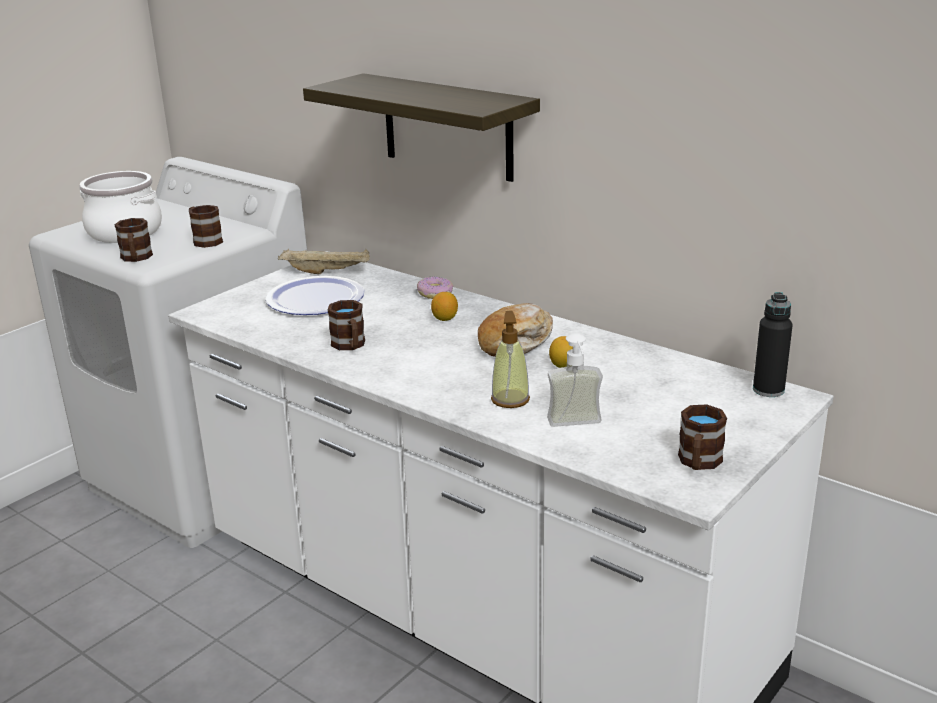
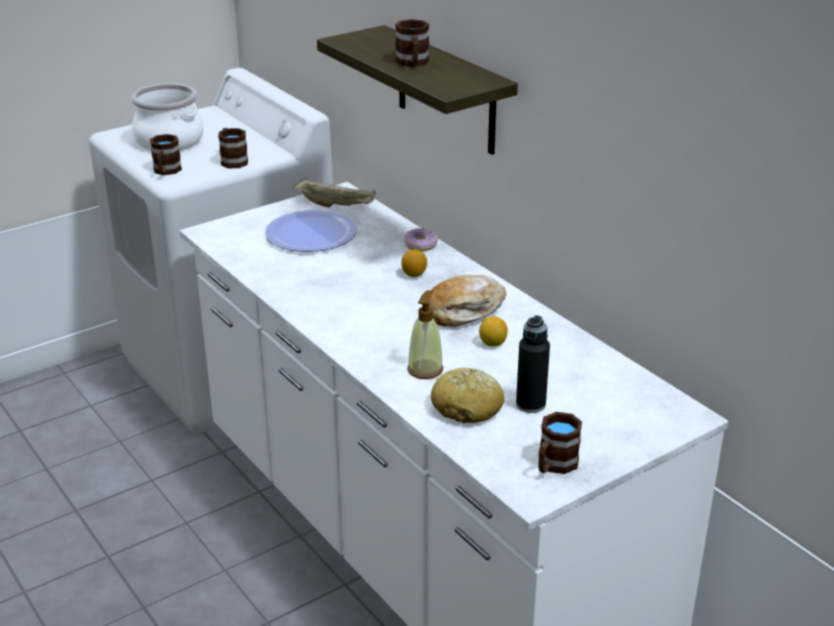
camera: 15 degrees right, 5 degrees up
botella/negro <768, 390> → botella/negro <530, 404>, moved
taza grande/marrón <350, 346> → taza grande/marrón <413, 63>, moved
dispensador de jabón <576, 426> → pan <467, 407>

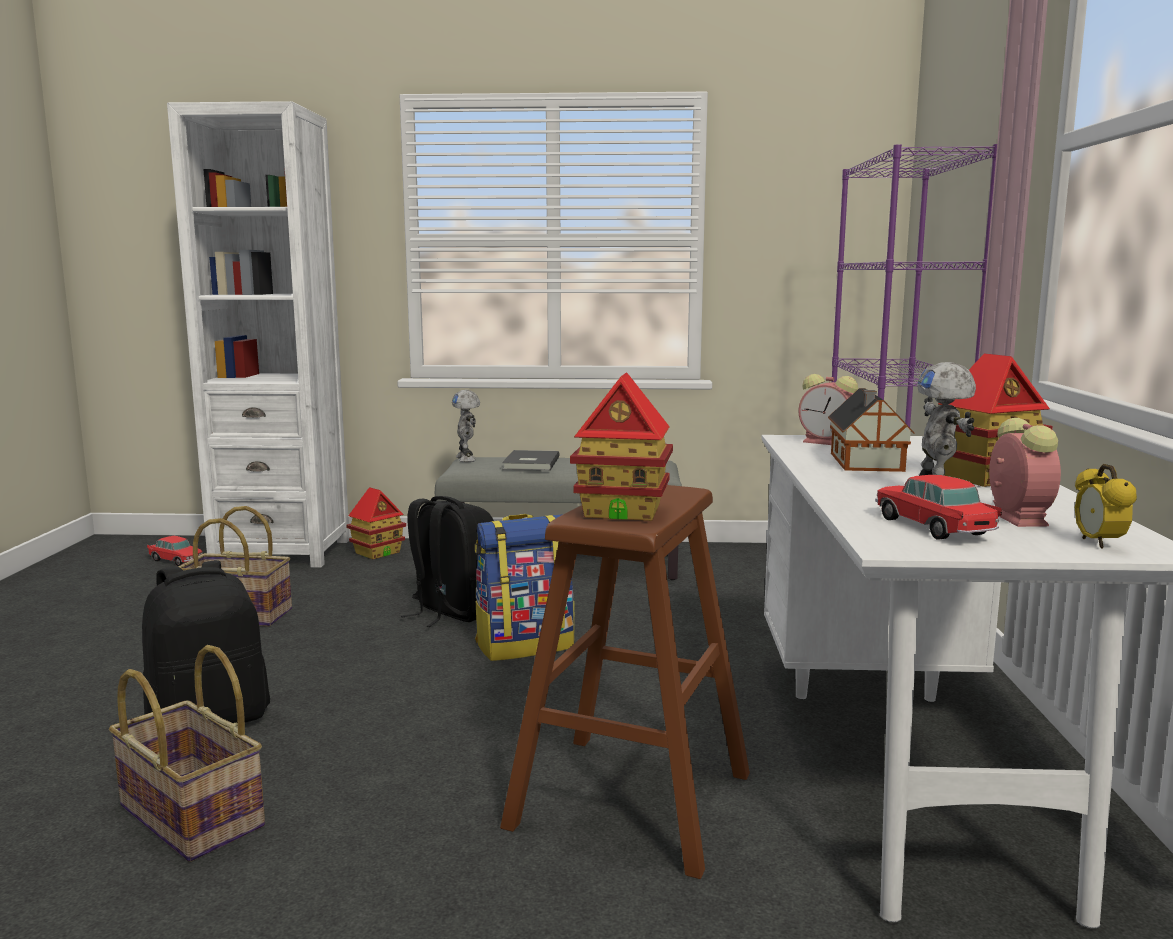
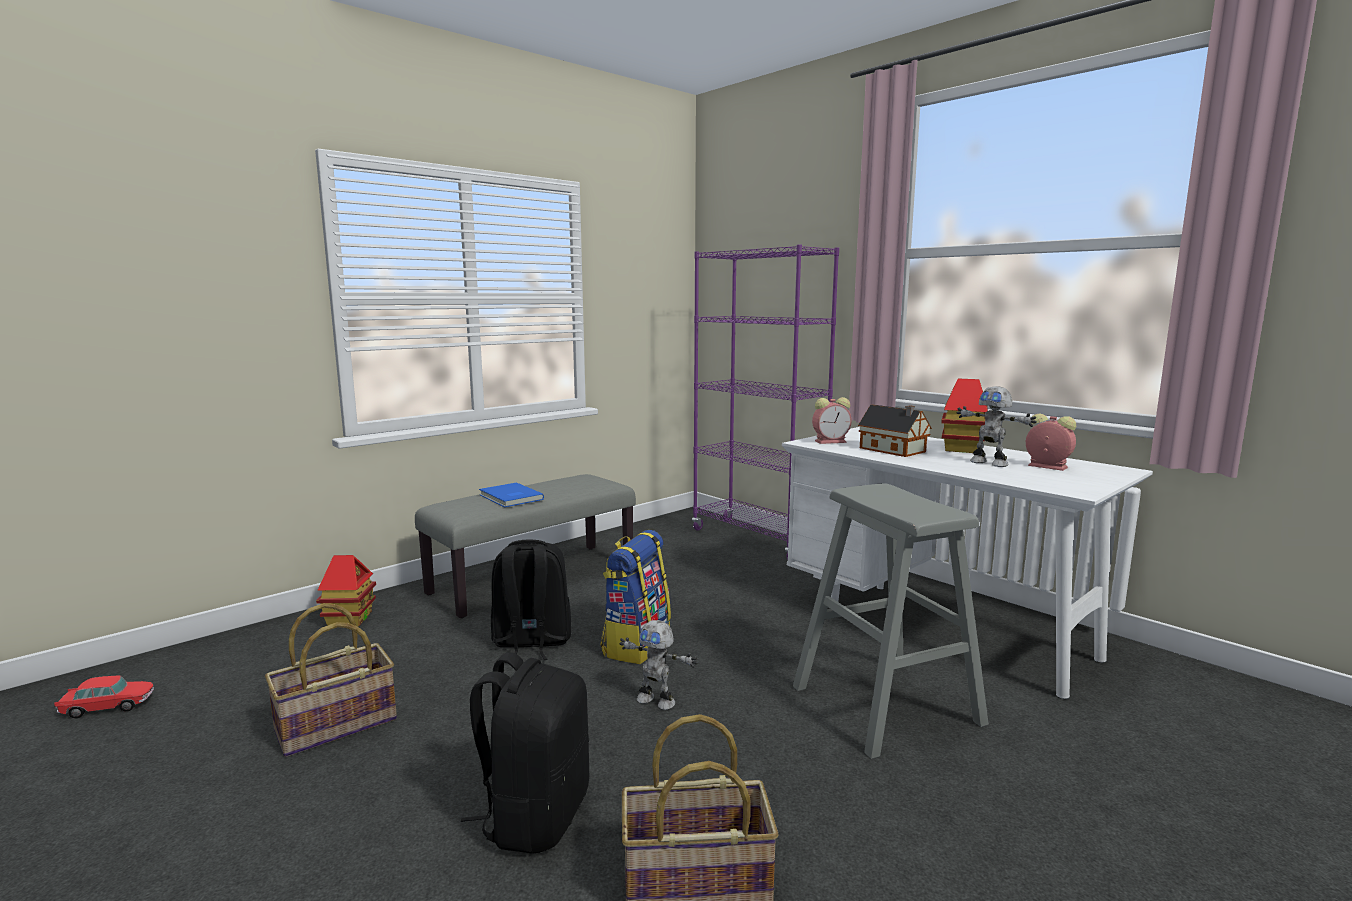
camera: 45 degrees left, 0 degrees up
estantería/blanco <282, 552> → -
casita <623, 511> → -
robot de juguete <467, 459> → robot de juguete <656, 701>, moved
libro/gris <529, 463> → libro/azul <510, 497>
despertador <1098, 543> → -
coche de juguete <932, 527> → -
taburete/marrón <631, 799> → taburete/gris <885, 704>

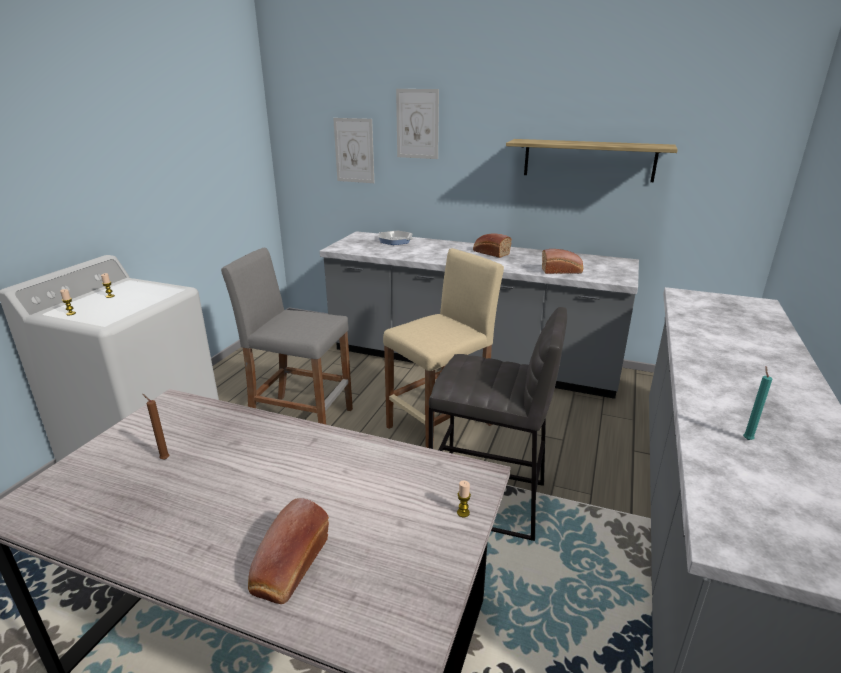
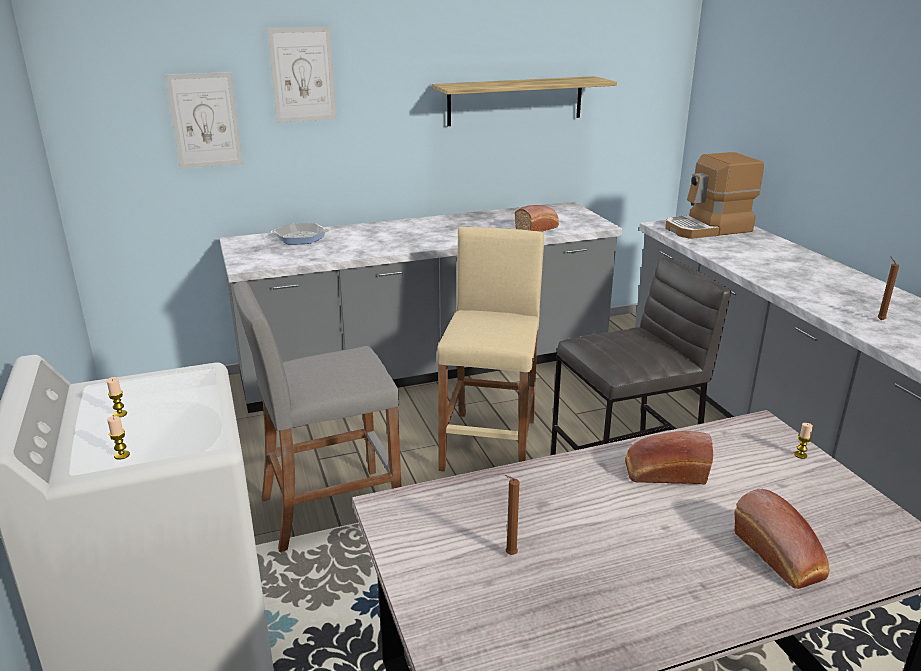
camera: 40 degrees left, 0 degrees up
pan <490, 253> → pan <664, 473>, moved
vela/turquesa <747, 439> → vela/marrón <879, 319>
- → cafetera <708, 229>

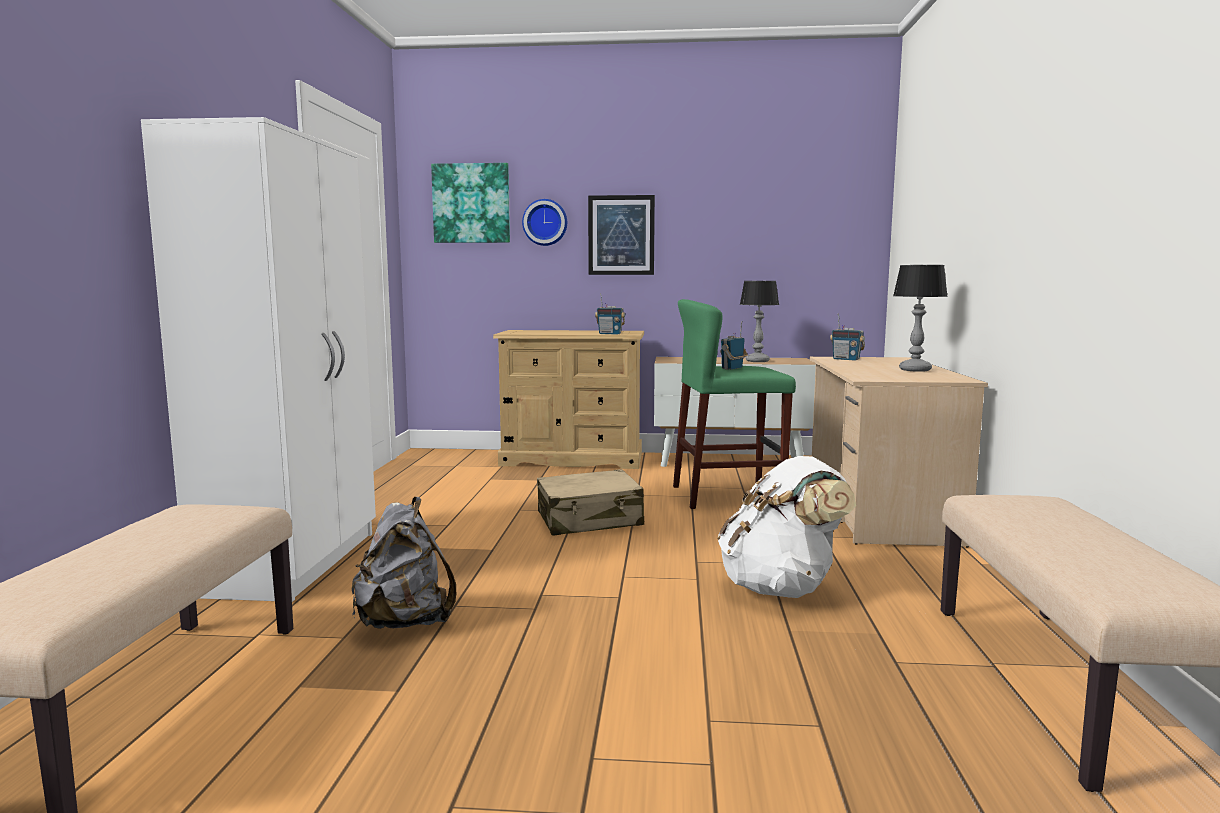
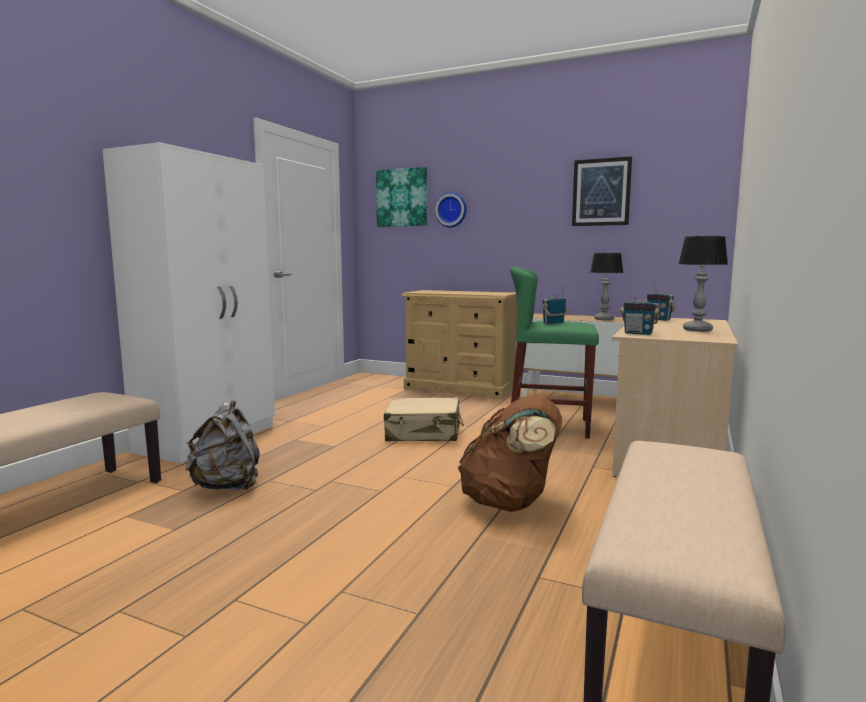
camera: 20 degrees right, 0 degrees up
cuadro <621, 235> → cuadro <601, 192>, moved
radio <610, 334> → radio <638, 333>, moved
mochila/blanco <781, 588> → mochila/marrón <510, 503>

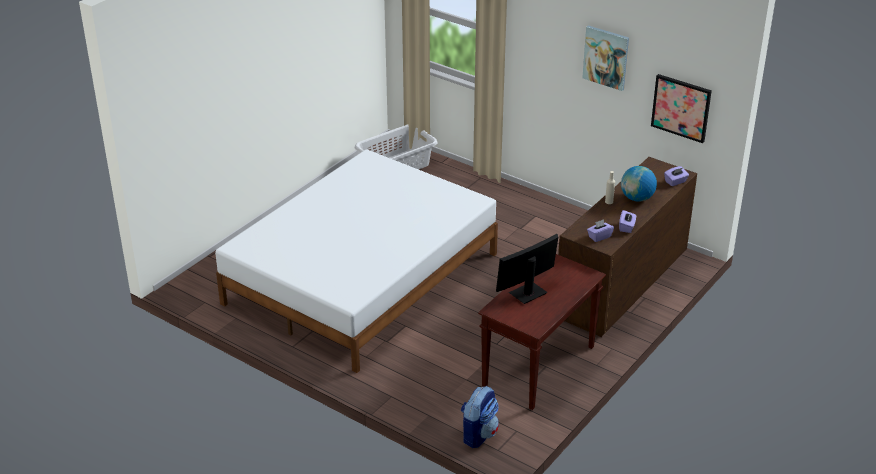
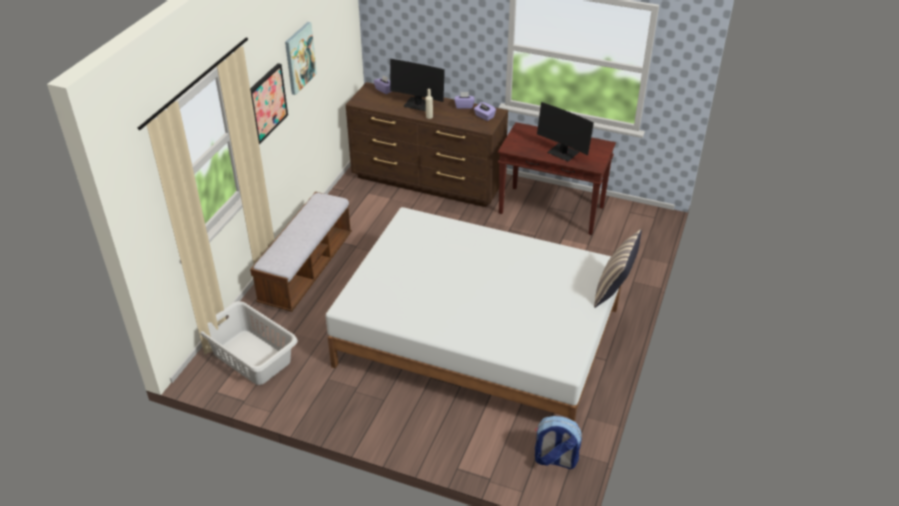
camera: 105 degrees left, 5 degrees up
cuadro <681, 107> → cuadro <266, 103>, moved
globo terráqueo <637, 198> → monitor <418, 104>
mochila <478, 434> → mochila <555, 459>, moved
- → banco <307, 269>
- → cojín <613, 291>

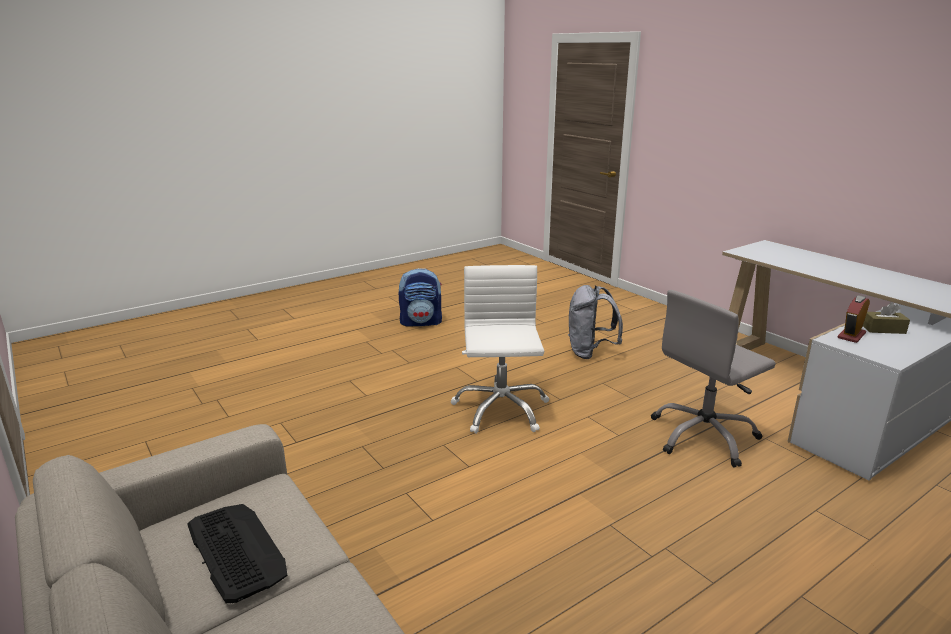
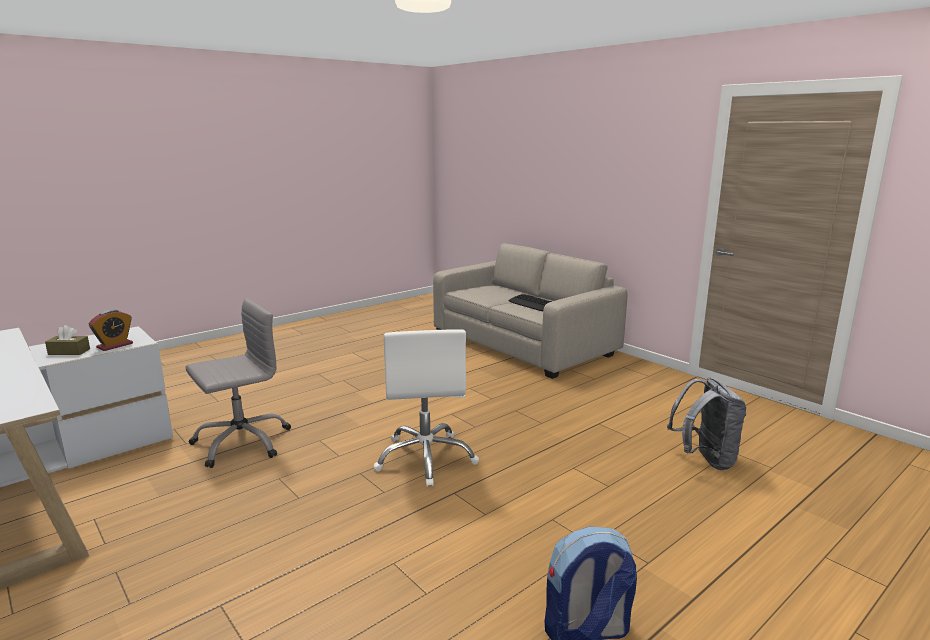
camera: 175 degrees right, 5 degrees down
mochila/gris <590, 352> → mochila/gris <704, 459>, moved

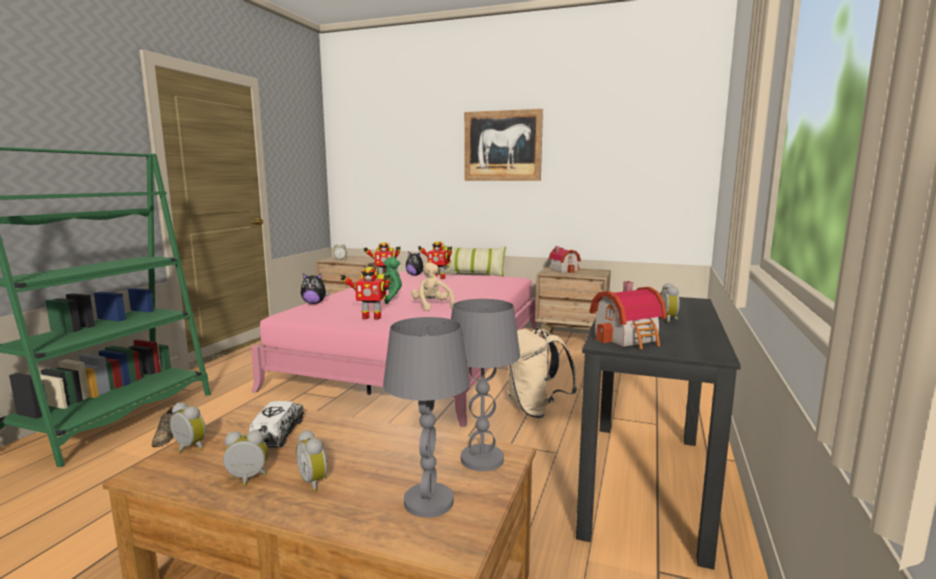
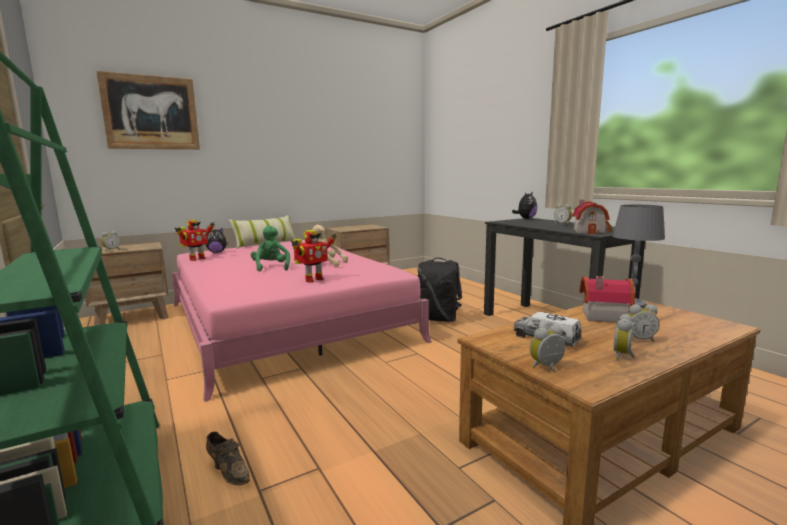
camera: 50 degrees left, 0 degrees up
cuadro <502, 146> → cuadro <151, 113>, moved
robot de juguete <438, 278> → -
casita <565, 270> → casita <601, 315>, moved
peluche <314, 303> → peluche <525, 218>, moved
lámpara de mesa/gris <428, 501> → -
mochila/beis <536, 409> → mochila/negro <439, 319>

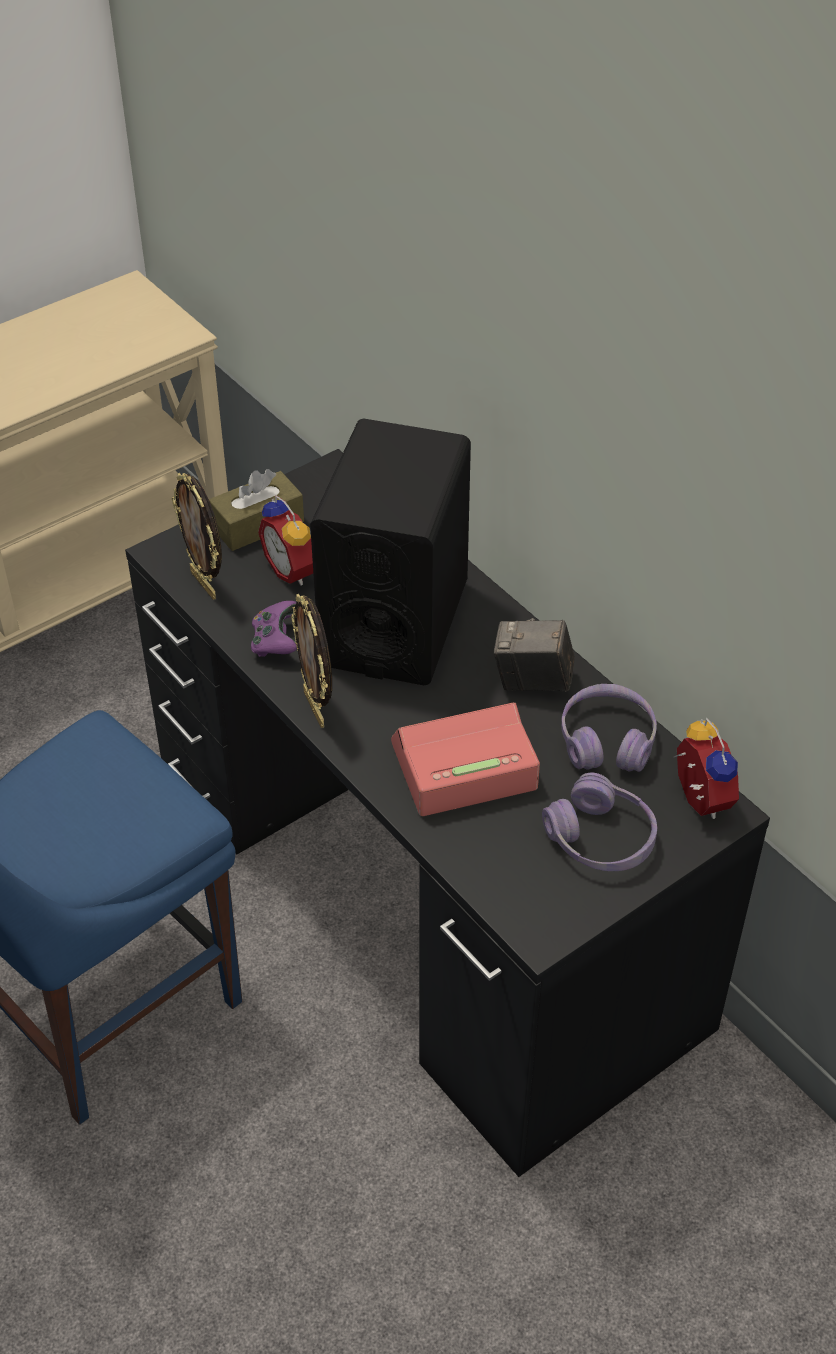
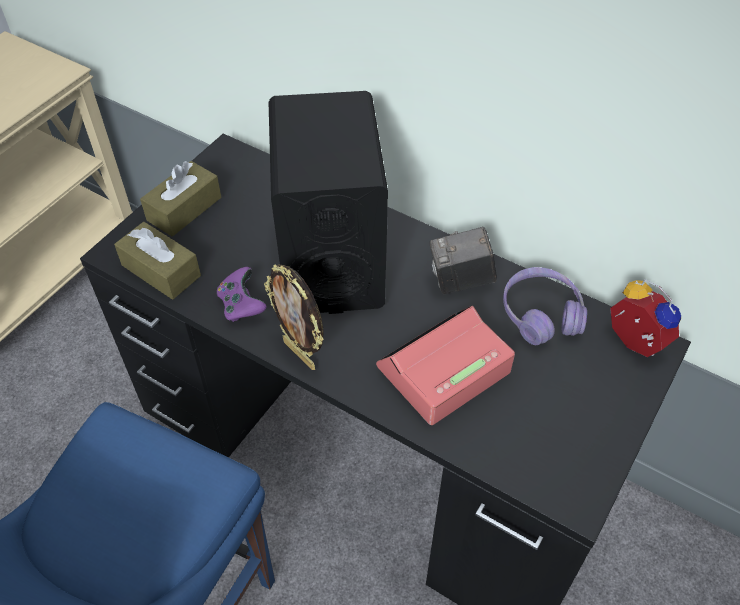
camera: 20 degrees left, 5 degrees up
portarretratos <205, 584> → caja de pañuelos/marrón <161, 270>
despertador <294, 570> → -
auriculares/morado <600, 838> → -

